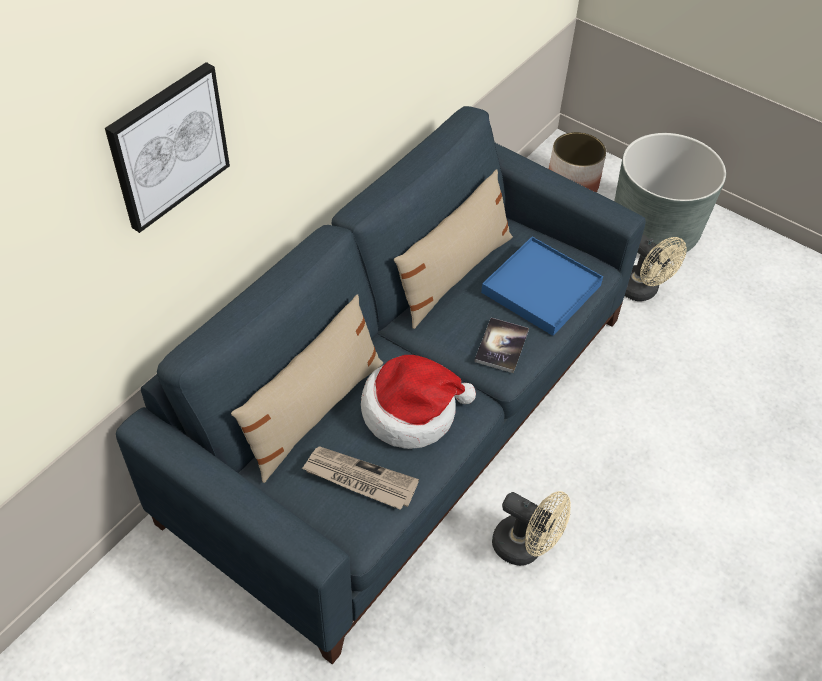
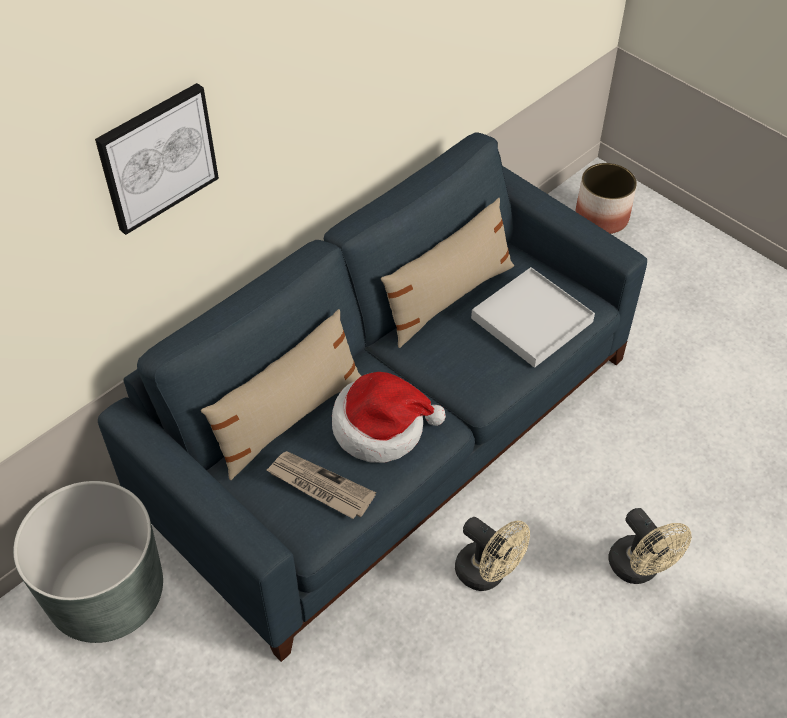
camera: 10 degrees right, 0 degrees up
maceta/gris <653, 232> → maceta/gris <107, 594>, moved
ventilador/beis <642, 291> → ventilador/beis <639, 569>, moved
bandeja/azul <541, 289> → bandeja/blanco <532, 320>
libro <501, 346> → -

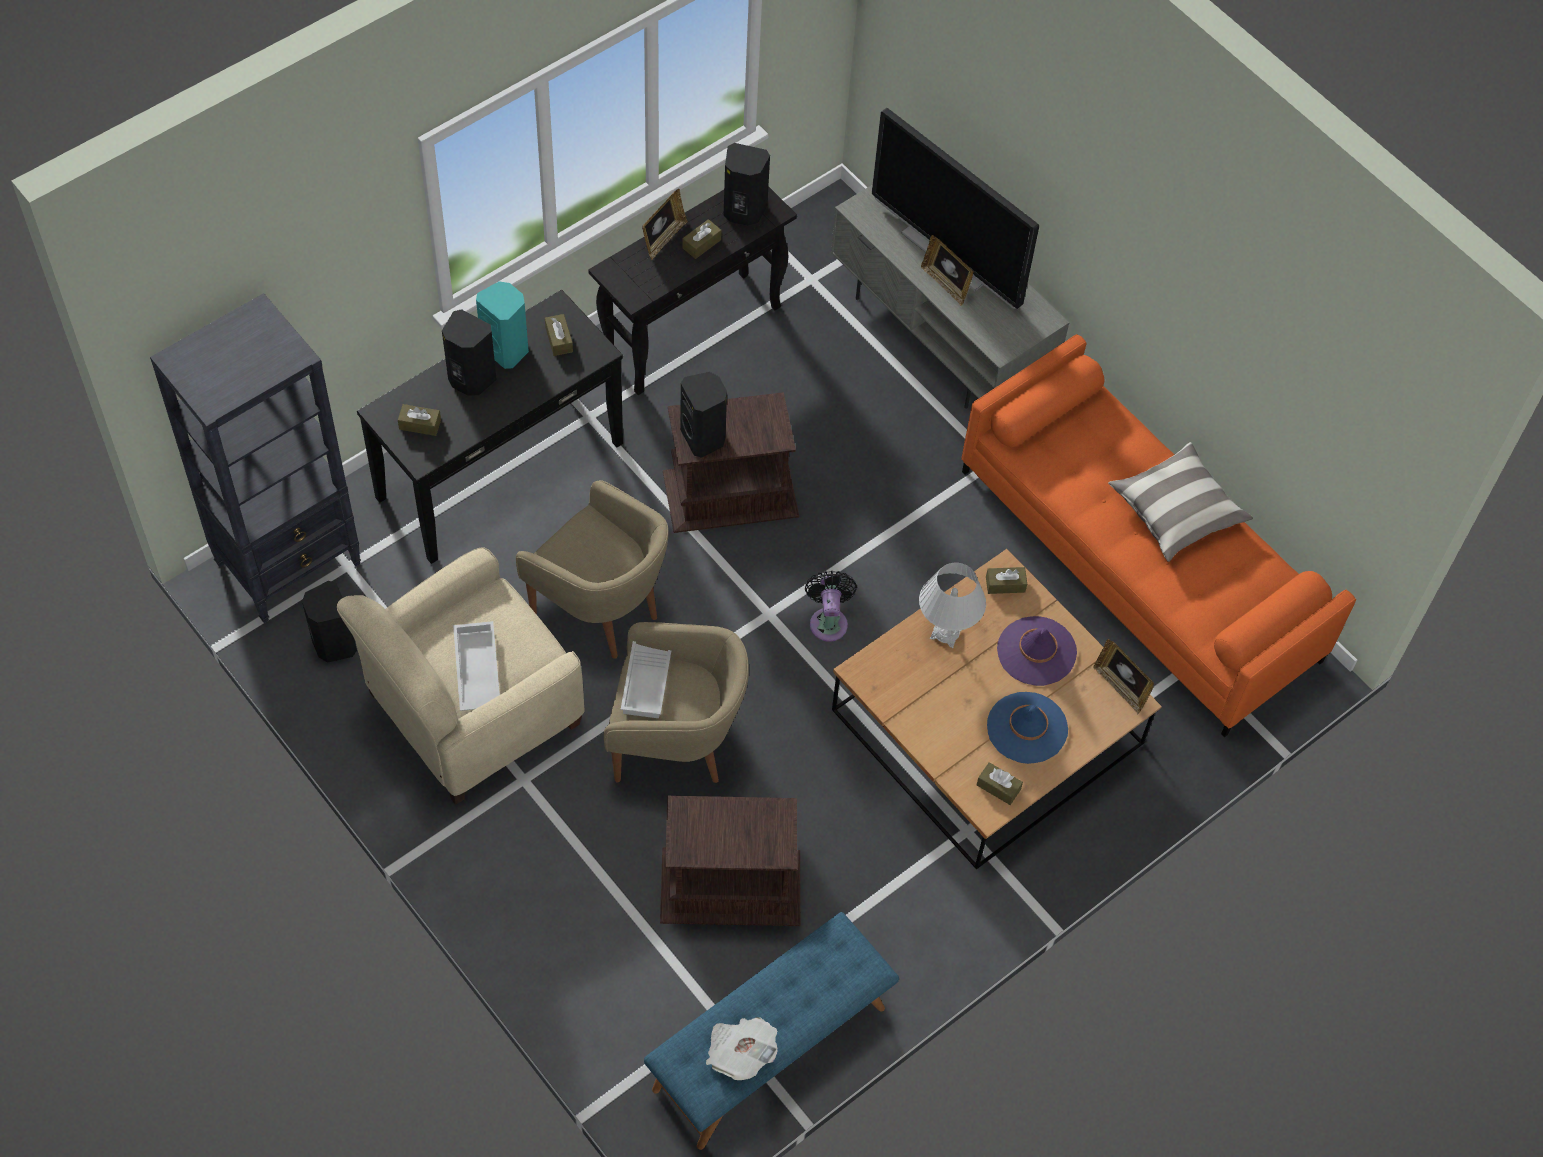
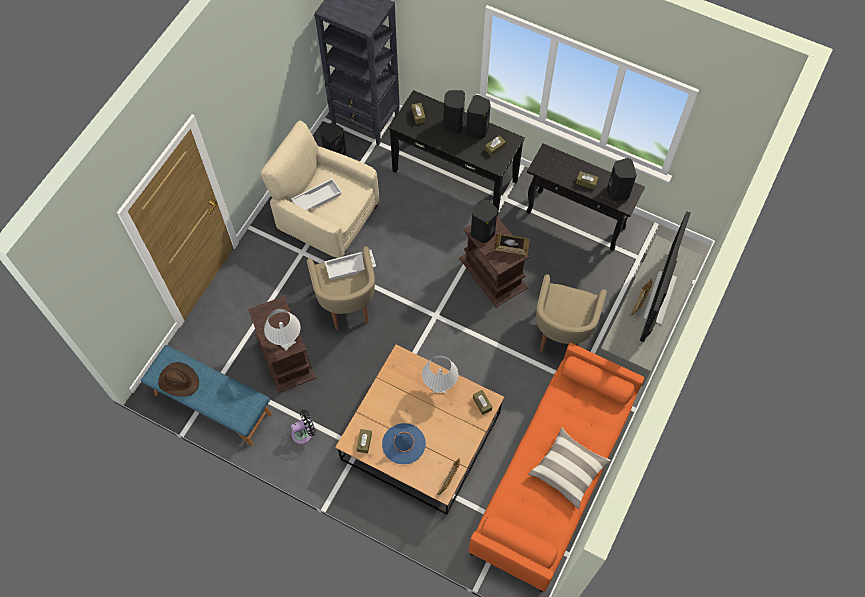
camera: 70 degrees right, 5 degrees up
portarretratos <663, 239> → portarretratos <511, 250>, moved
altavoz/turquesa <507, 349> → altavoz/negro <477, 130>
sillón/beis <601, 611> → sillón/beis <561, 333>, moved
ventilador/negro <828, 620> → ventilador/negro <304, 433>, moved
sombrero/morado <1036, 651> → -
periódico <740, 1052> → sombrero/marrón <179, 381>
- → lámpara de mesa/blanco <286, 342>

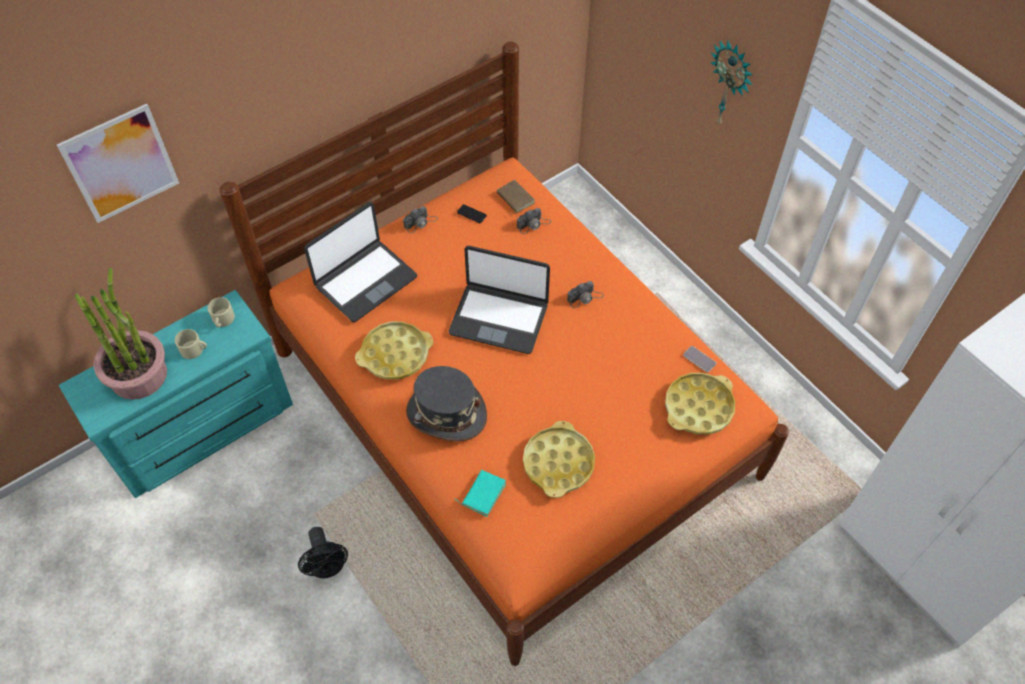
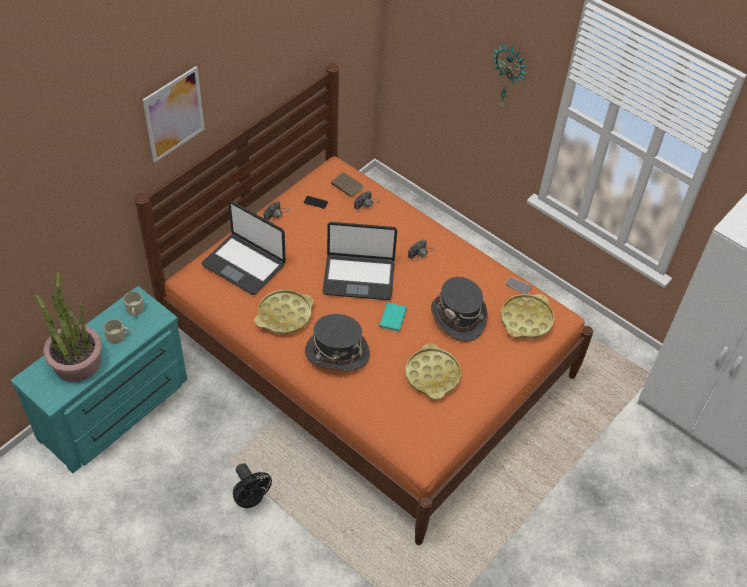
camera: 15 degrees left, 5 degrees down
cuadro <121, 164> → cuadro <174, 114>, moved
portátil <365, 281> → portátil <244, 264>, 90 degrees clockwise
libro/turquesa <482, 493> → libro/turquesa <391, 318>, moved
- → sombrero/gris <458, 317>

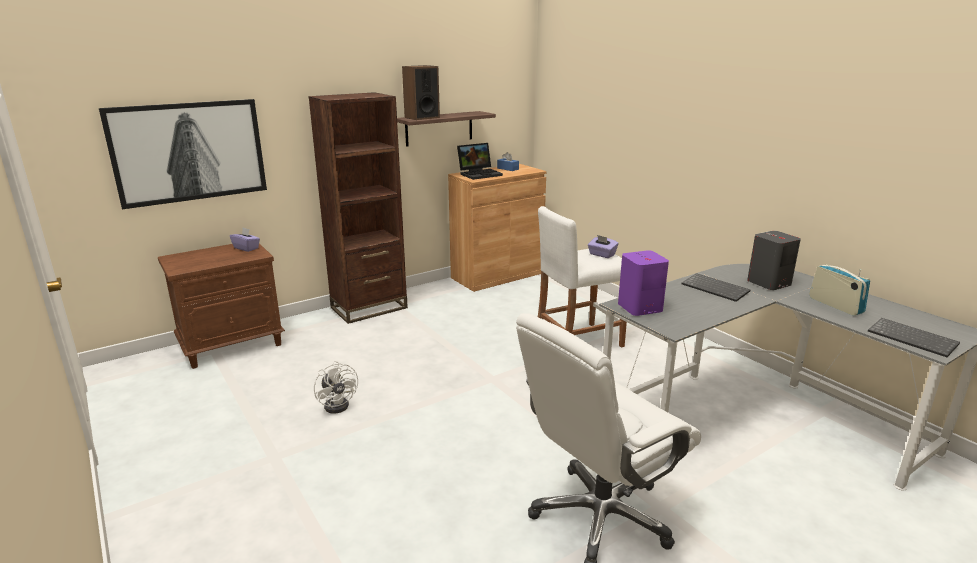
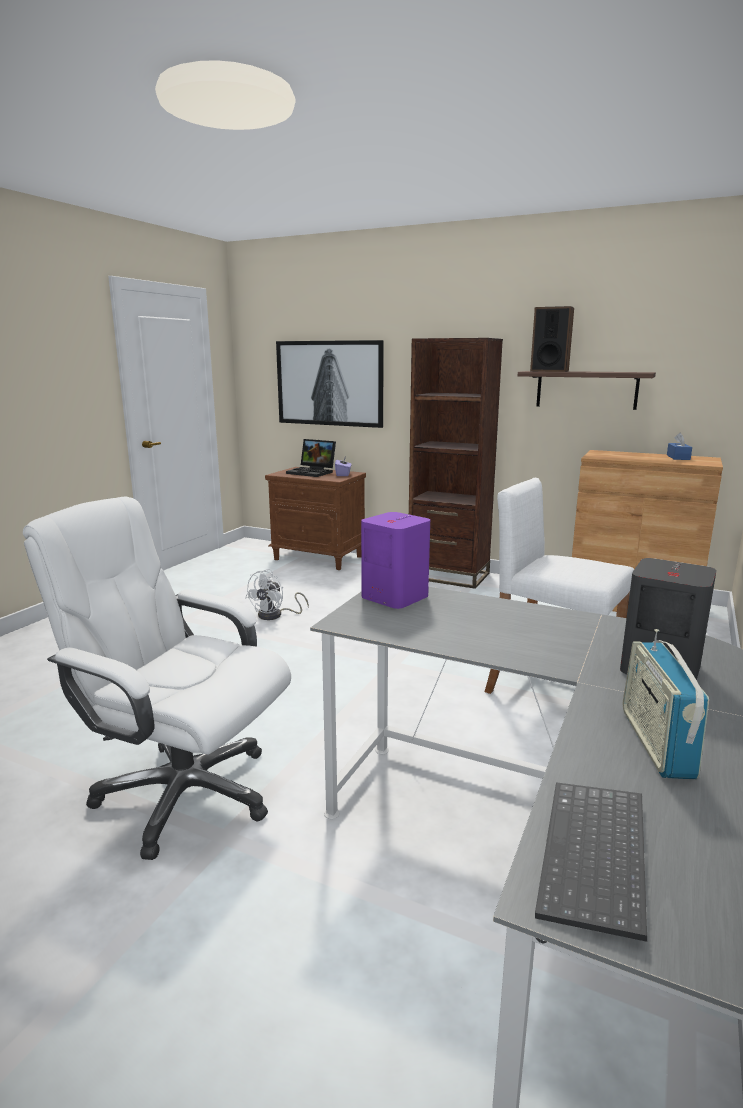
camera: 60 degrees right, 5 degrees down
portátil <480, 174> → portátil <313, 472>, moved
caja de pañuelos/morado <602, 255> → -
radio <835, 305> → radio <656, 743>, 150 degrees clockwise
teclado <716, 289> → -

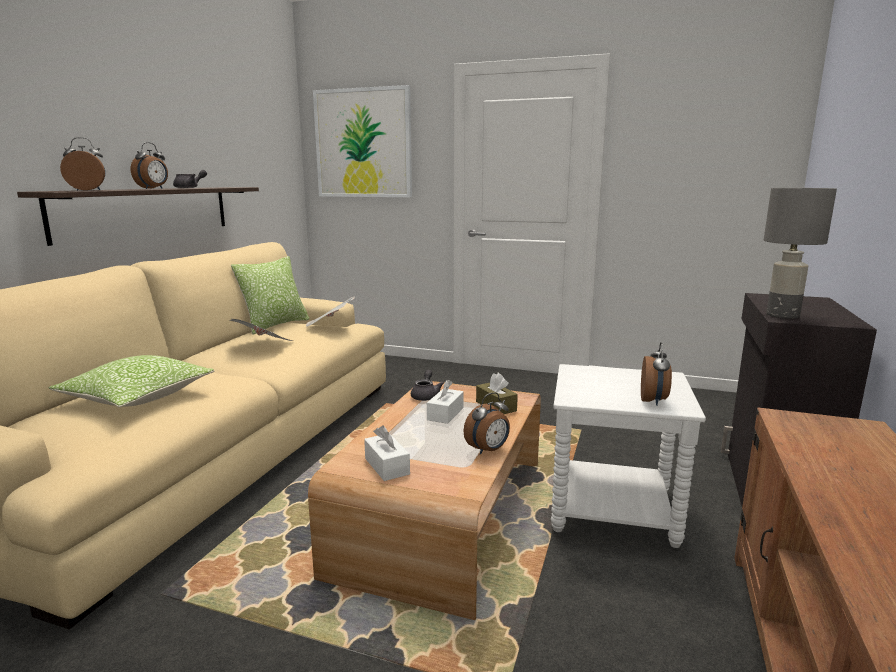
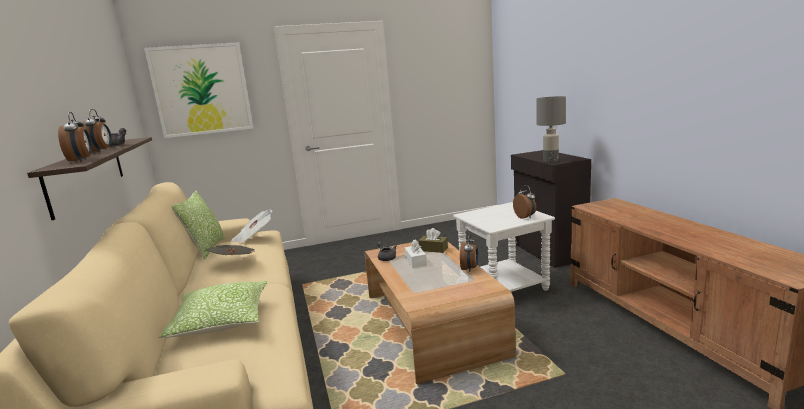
camera: 35 degrees left, 0 degrees up
despertador <88, 190> → despertador <81, 160>, 120 degrees clockwise
caja de pañuelos/blanco <387, 466> → -

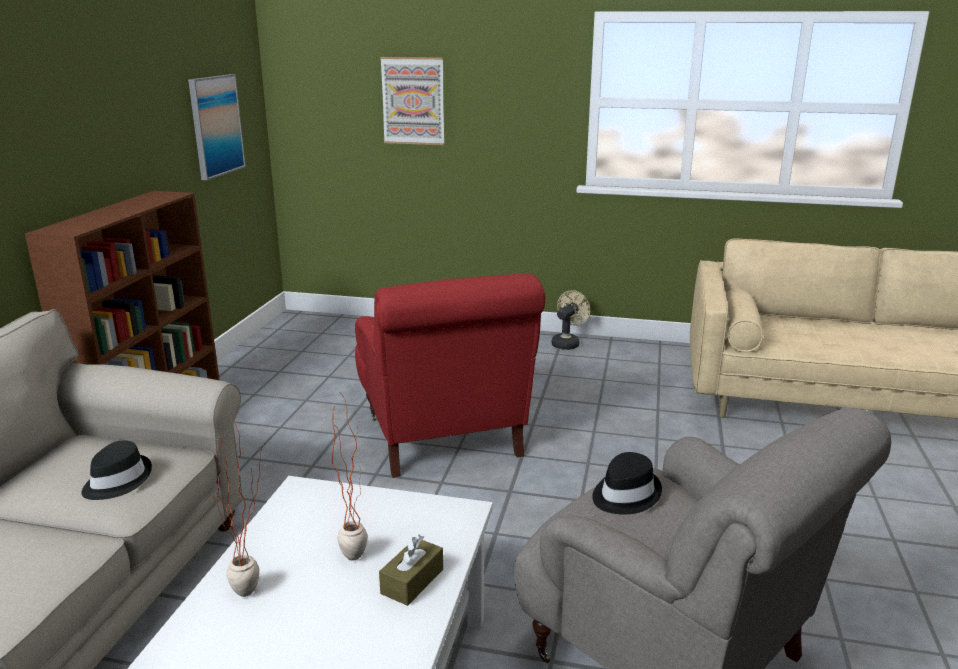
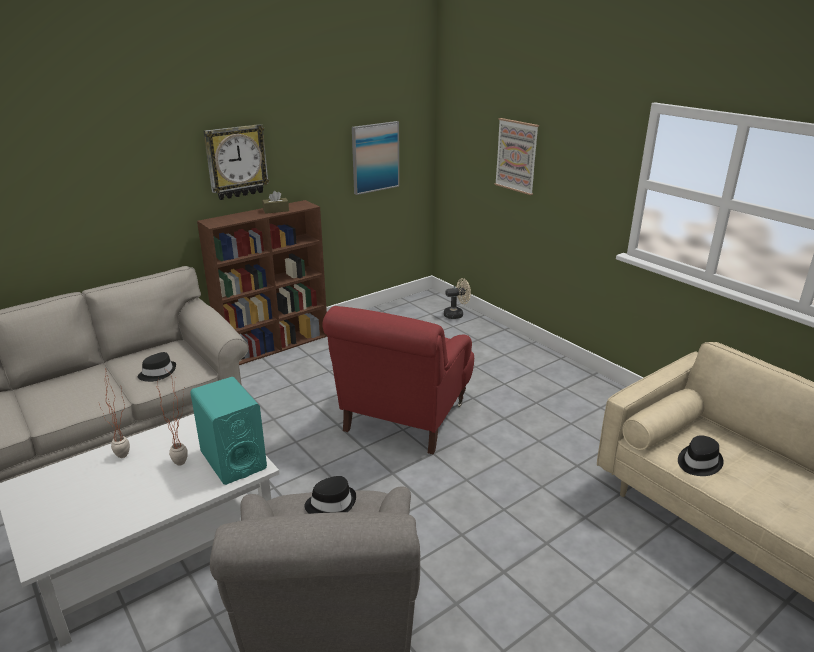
camera: 40 degrees right, 5 degrees up
ventilador/beis <567, 343> → ventilador/beis <456, 314>, moved
caja de pañuelos/marrón <412, 581> → caja de pañuelos/marrón <276, 210>, moved
- → reloj de pared <236, 162>
- → altavoz/turquesa <233, 460>
- → sombrero/negro <698, 462>

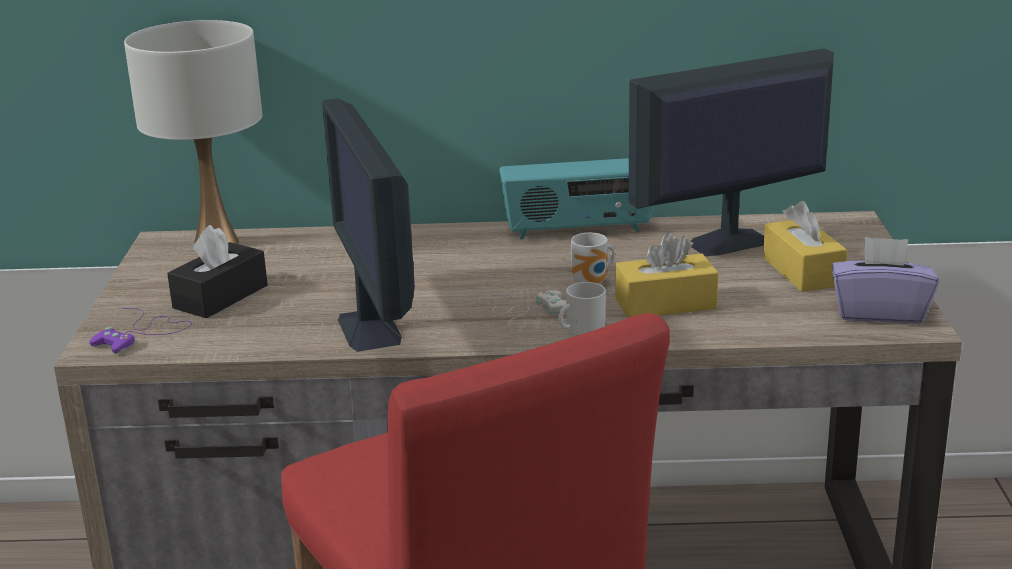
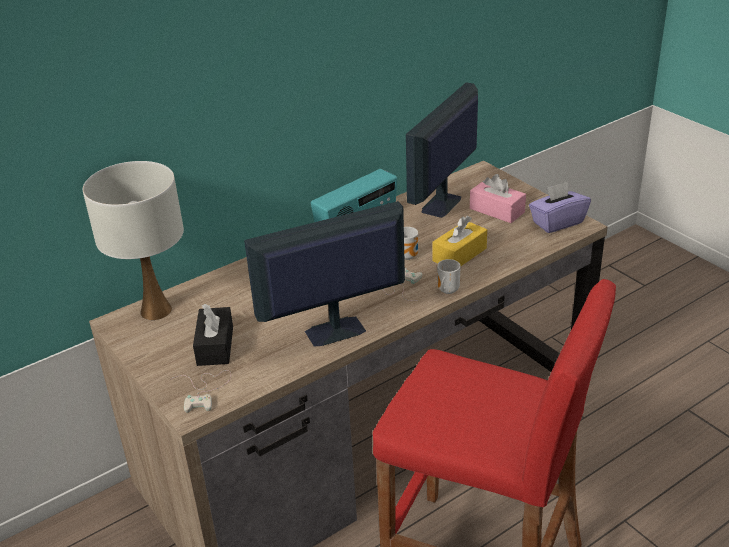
camera: 35 degrees left, 10 degrees up
monitor <370, 330> → monitor <334, 331>, 120 degrees clockwise
caja de pañuelos/amarillo <802, 271> → caja de pañuelos/rosa <497, 210>
mando de consola/morado <143, 333> → mando de consola/blanco <205, 390>

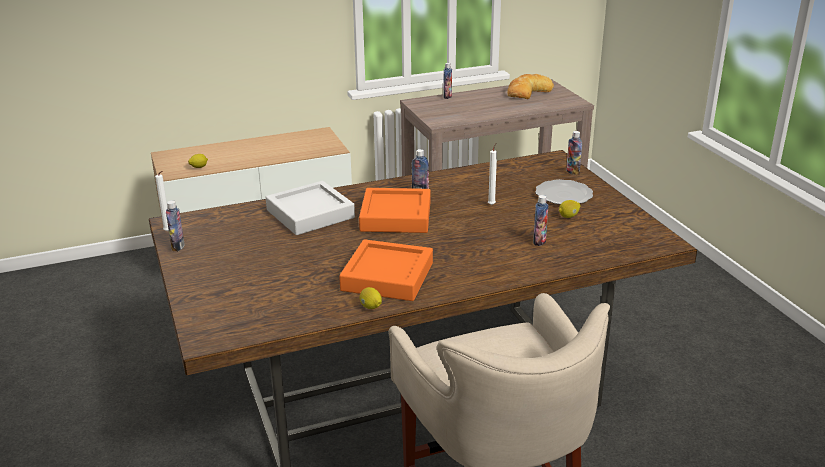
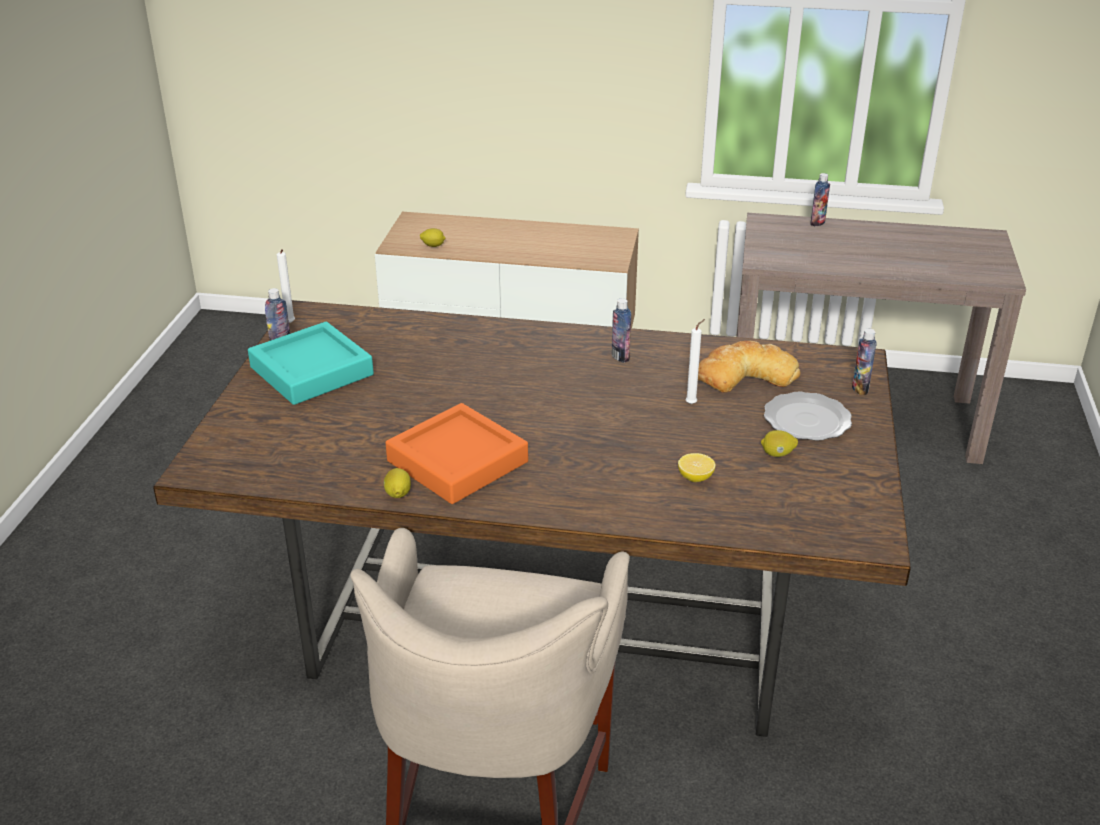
camera: 30 degrees right, 5 degrees up
pan <527, 92> → pan <744, 375>, moved
bandeja/gris <310, 214> → -
bandeja/naranja <396, 217> → -
botella <539, 241> → limón <695, 478>
- → bandeja/turquesa <311, 371>

